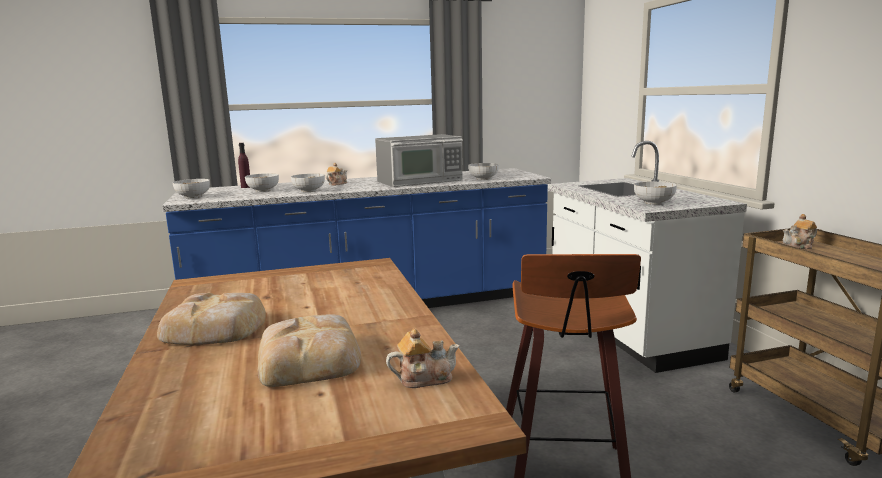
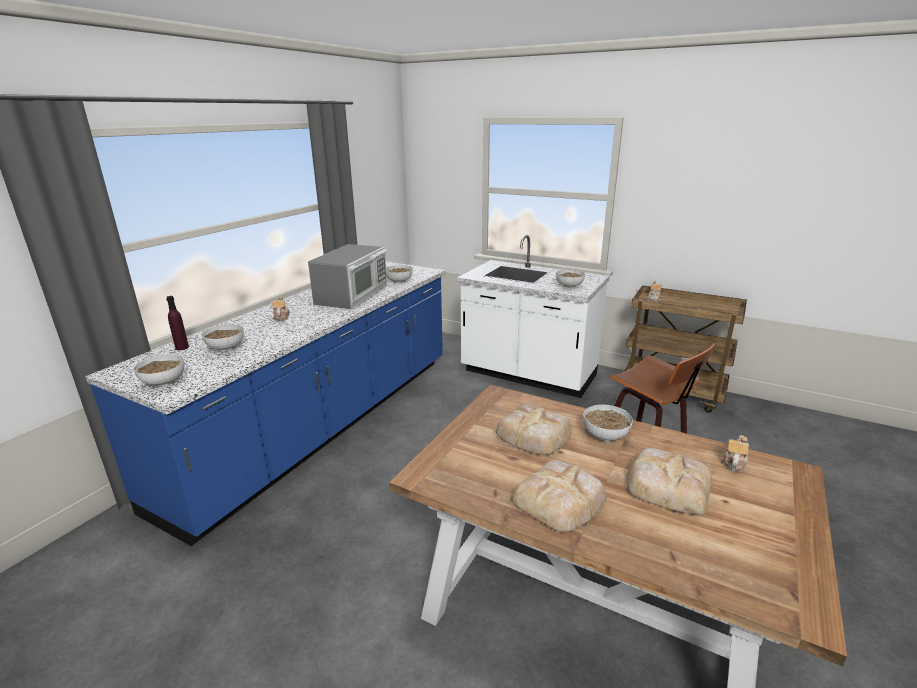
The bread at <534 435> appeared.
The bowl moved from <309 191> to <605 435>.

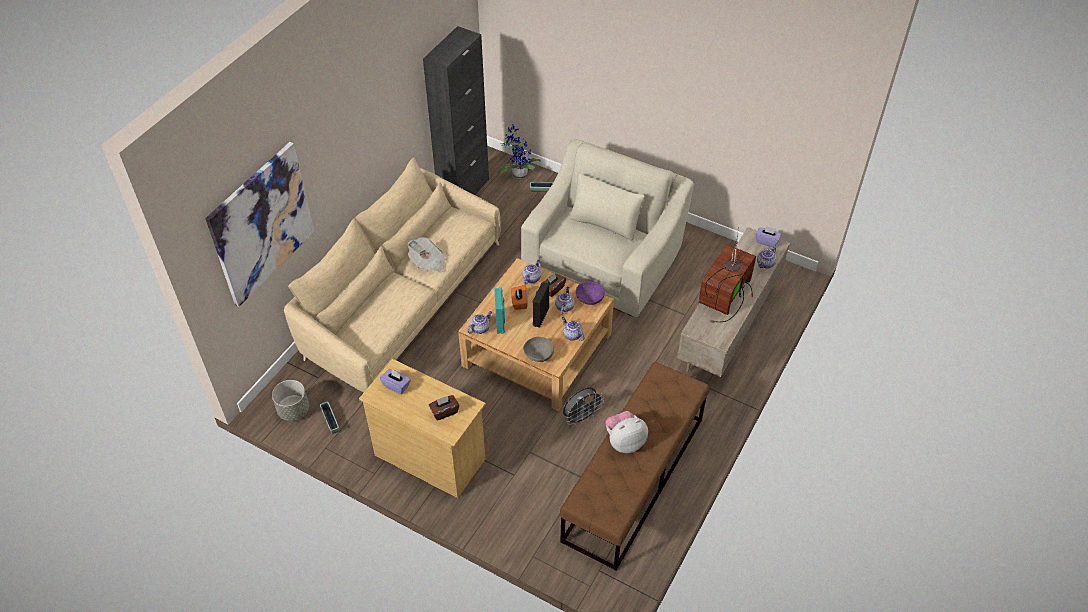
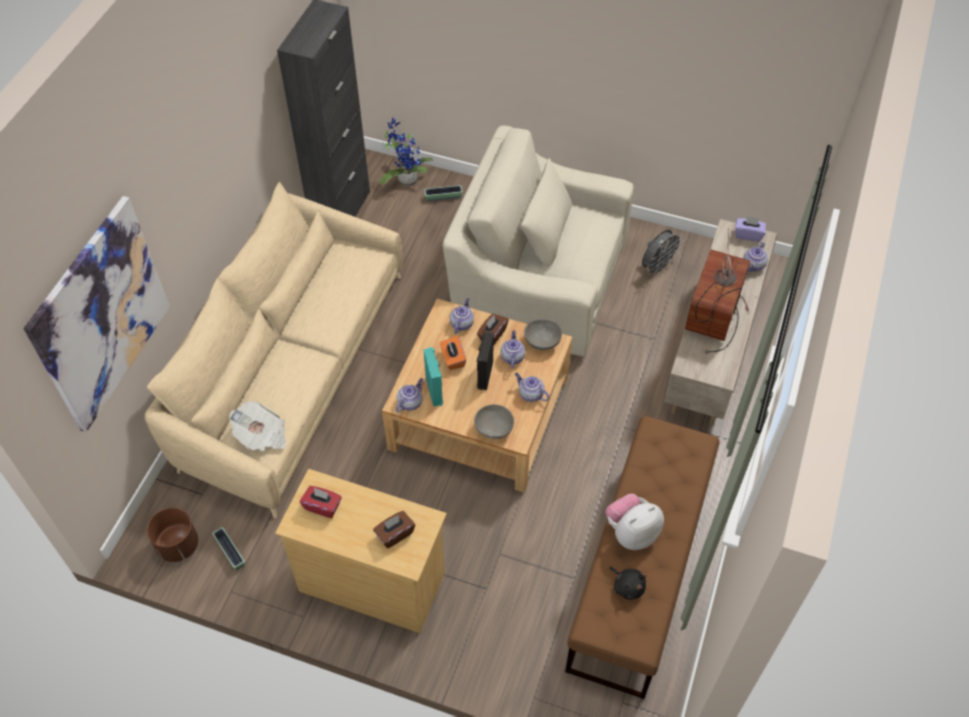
The planter (grey) at <293 410> became the planter (brown) at <177 545>.
The newspaper moved from <428 262> to <262 436>.
The tissue box (purple) at <396 385> became the tissue box (red) at <322 506>.
The armchair (beige) at <603 261> turned 90 degrees counterclockwise.
The bowl (purple) at <589 299> became the bowl (grey) at <541 342>.
The plush toy (black) at <627 586> appeared.
The fan (grey) moved from <581 417> to <657 267>.

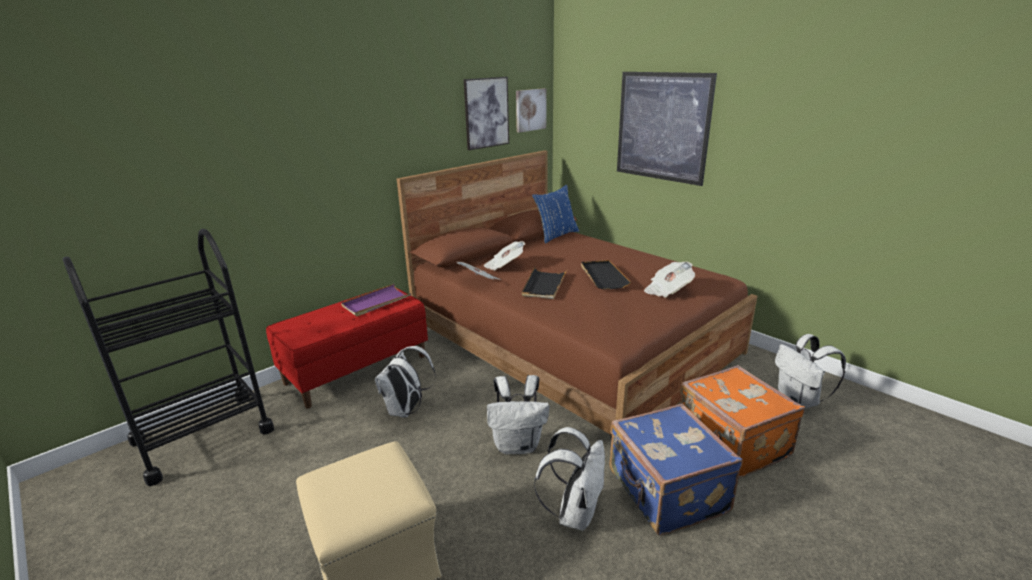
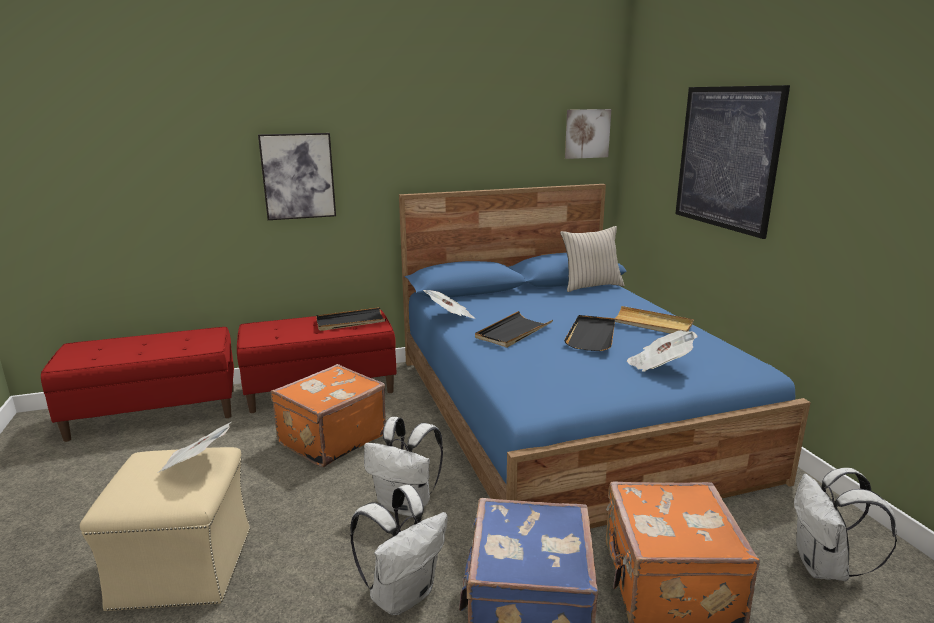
The cart (black) at <203 436> was replaced by the bench (red) at <155 413>.
The newspaper moved from <504 266> to <198 464>.
The picture moved from <486 113> to <298 176>.
The backpack (white) at <406 410> was replaced by the suitcase (orange) at <330 438>.
The tray (purple) at <376 302> became the tray (black) at <350 322>.
The bed (brown) at <570 339> became the bed (blue) at <563 412>.
The pillow (blue) at <556 236> became the pillow (beige) at <590 286>.
The tray (beige) at <651 324> appeared.

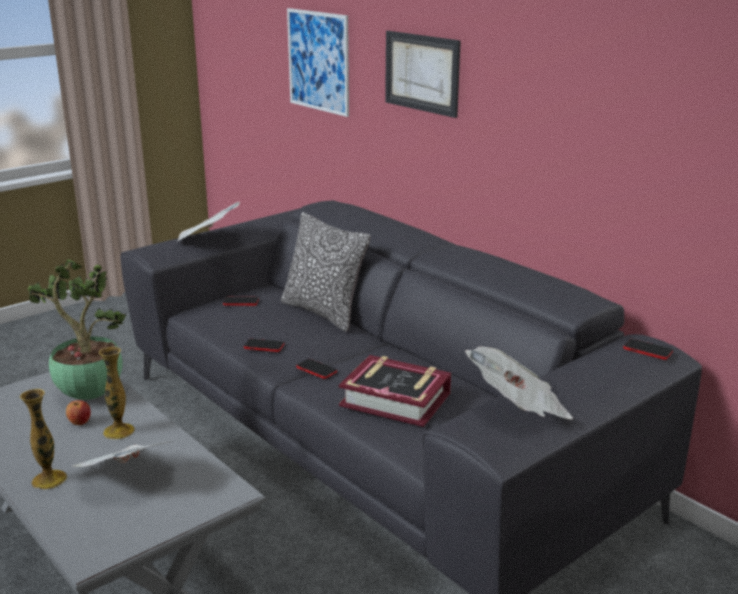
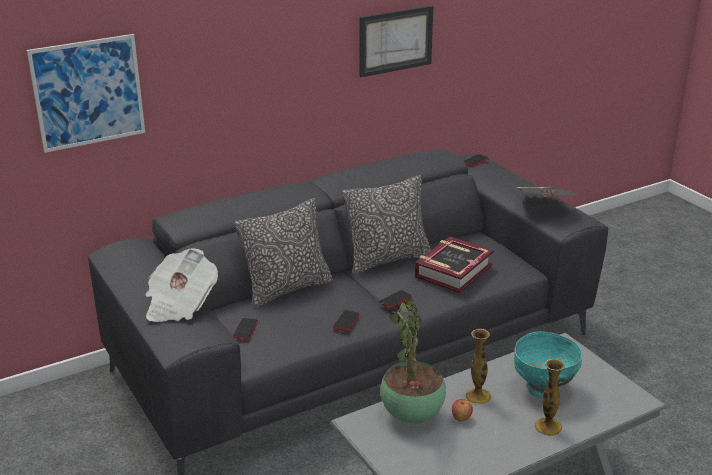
The pillow at <387 259> appeared.
The picture moved from <422 72> to <395 40>.
The newspaper at <125 476> was replaced by the bowl (turquoise) at <543 390>.

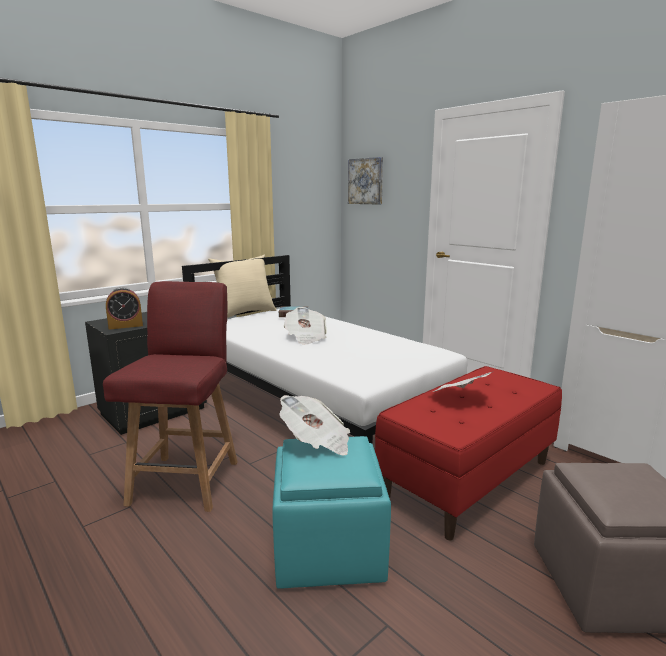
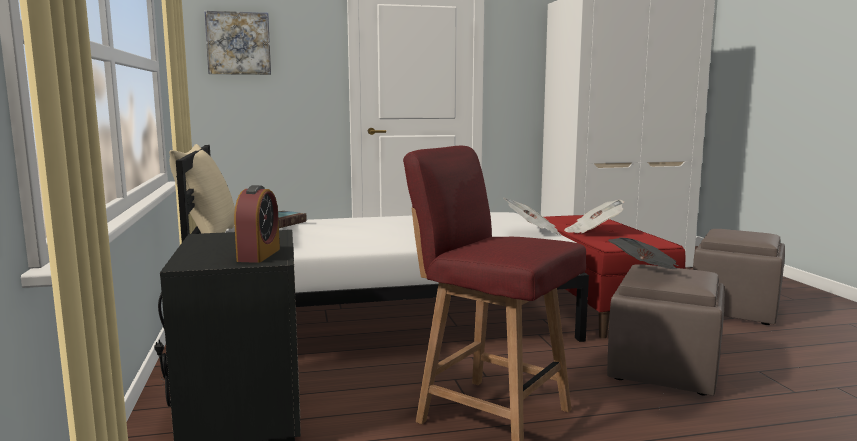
The newspaper moved from <306 337> to <533 232>.
The ottoman (turquoise) at <330 550> became the ottoman (brown) at <664 370>.

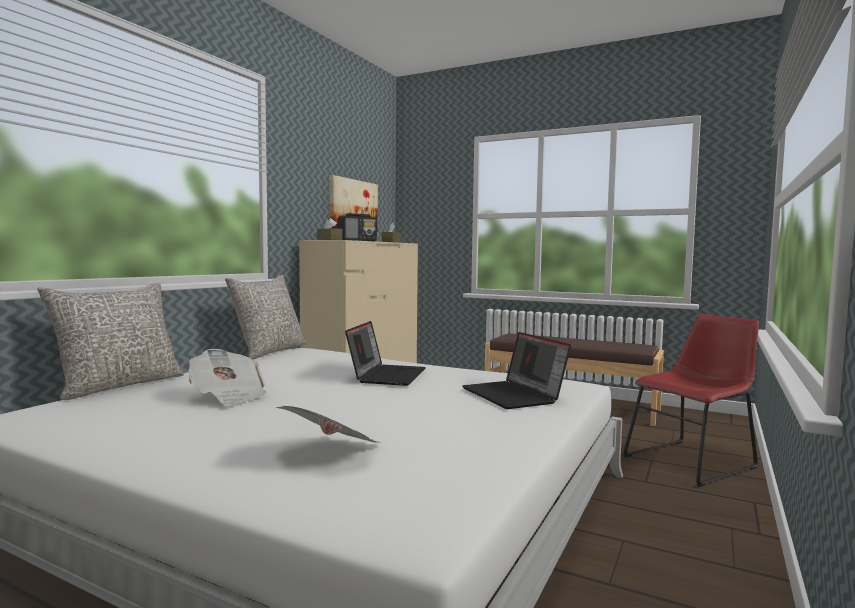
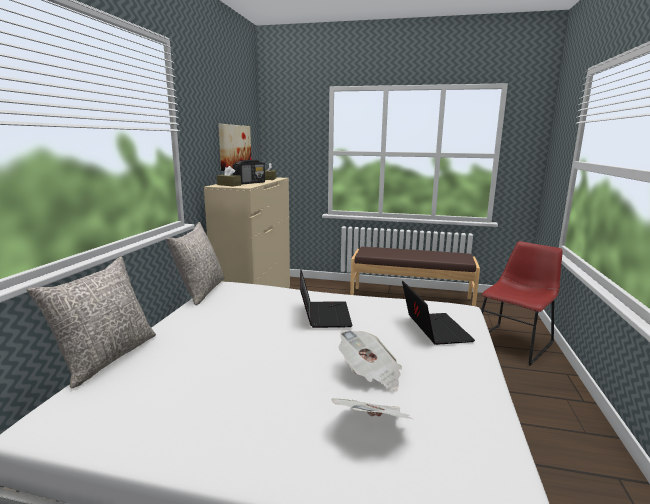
The newspaper moved from <228 397> to <370 374>.
The laptop at <514 395> turned 150 degrees counterclockwise.

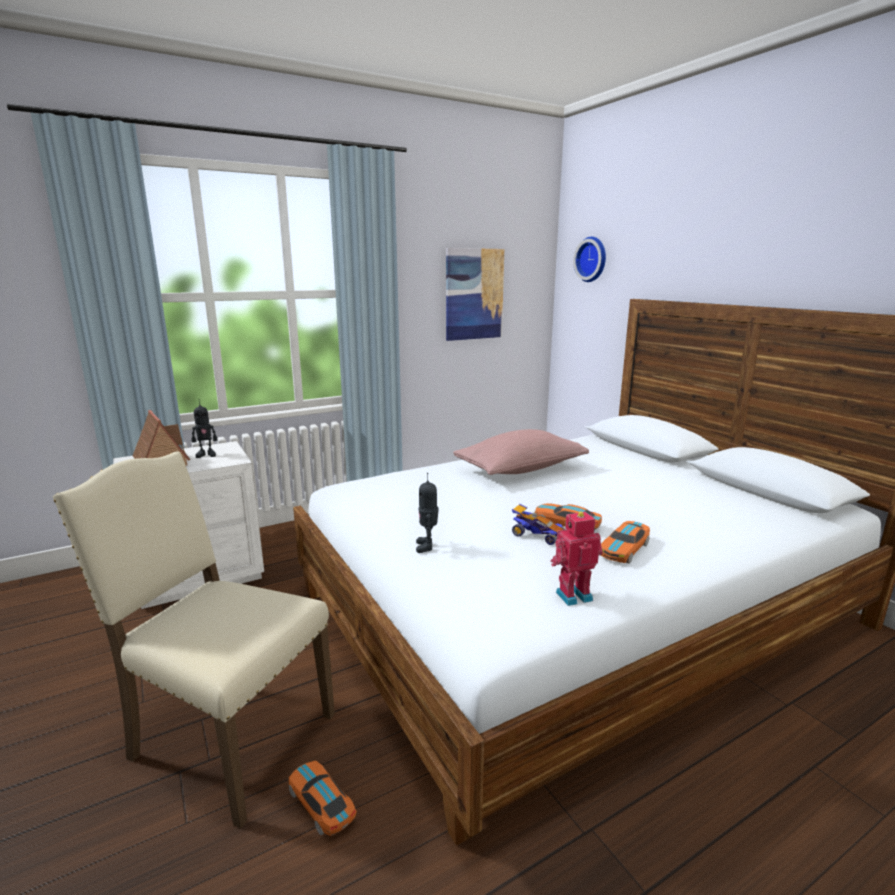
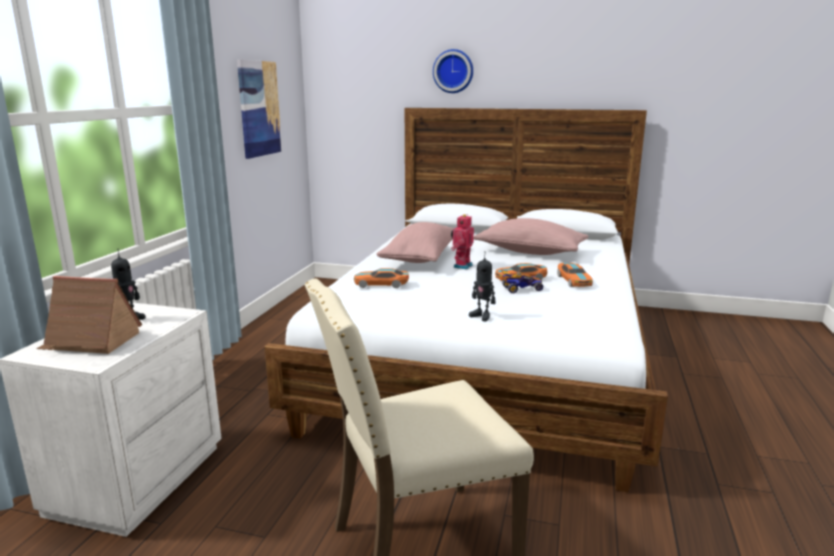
The toy car moved from <321 803> to <381 284>.
The wall clock moved from <592 259> to <453 71>.
The toy robot moved from <572 595> to <461 266>.
The pillow (pink) at <530 252> appeared.

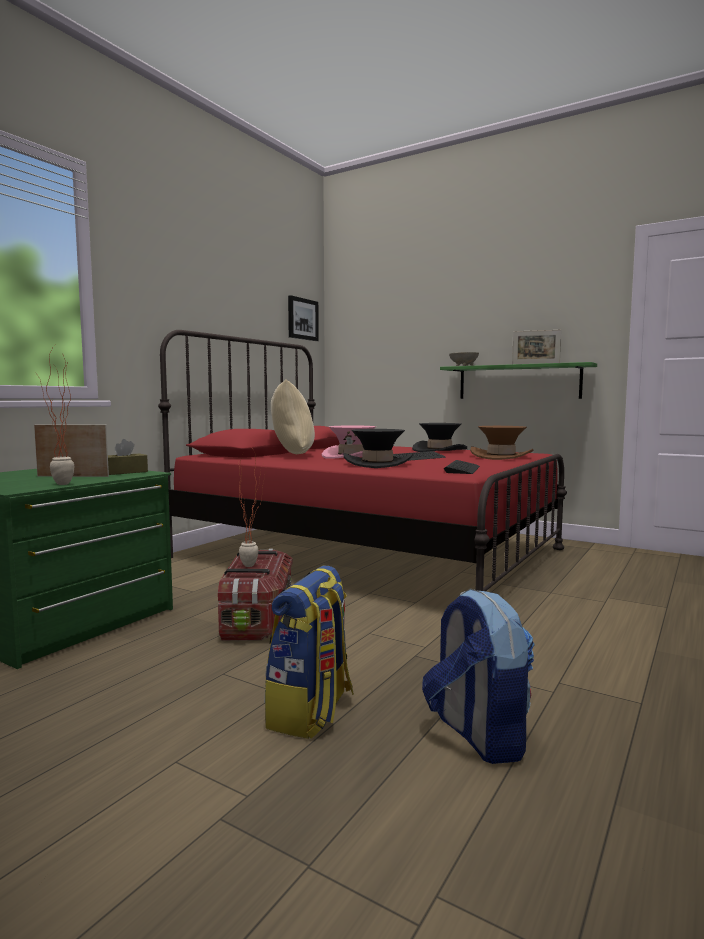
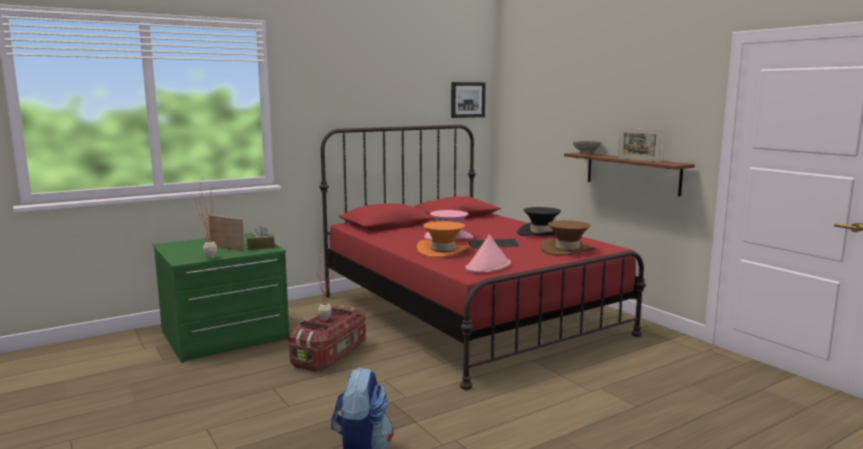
The hat (black) at <377 464> became the hat (orange) at <443 251>.
The keyboard at <462 469> was replaced by the hat (pink) at <488 267>.
The shelf (green) at <518 382> became the shelf (brown) at <632 173>.
The backpack at <311 712> disappeared.
The pillow (beige) at <291 455> disappeared.

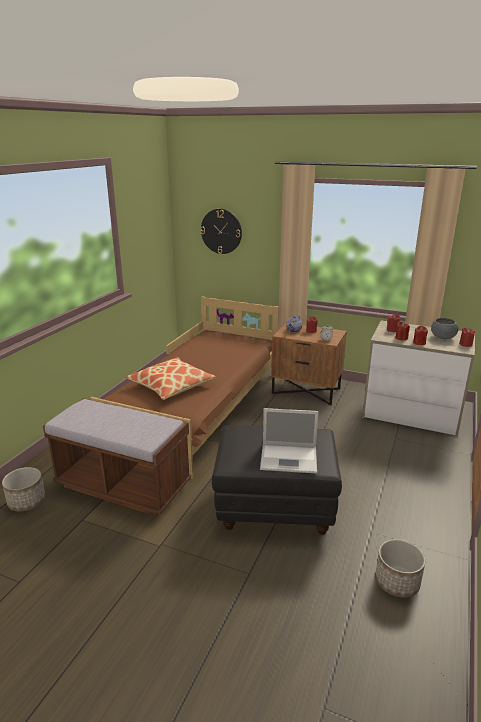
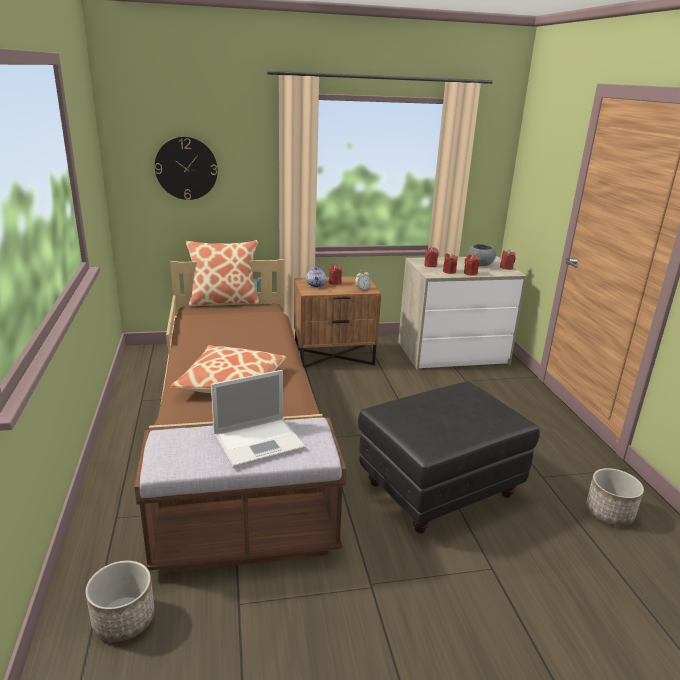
The pillow at <224 301> appeared.
The laptop moved from <290 458> to <260 441>.

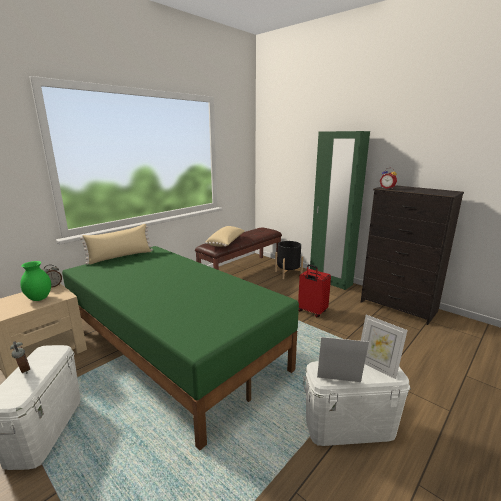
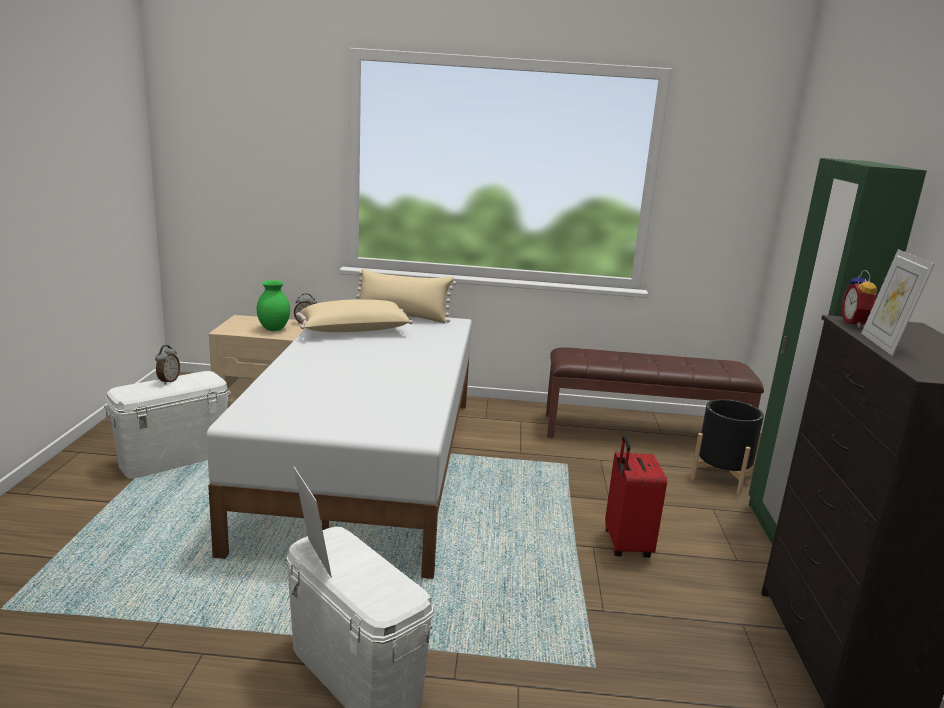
The bed (green) at <174 347> became the bed (white) at <369 465>.
The pillow (beige) moved from <227 243> to <354 332>.
The picture frame moved from <377 367> to <883 344>.

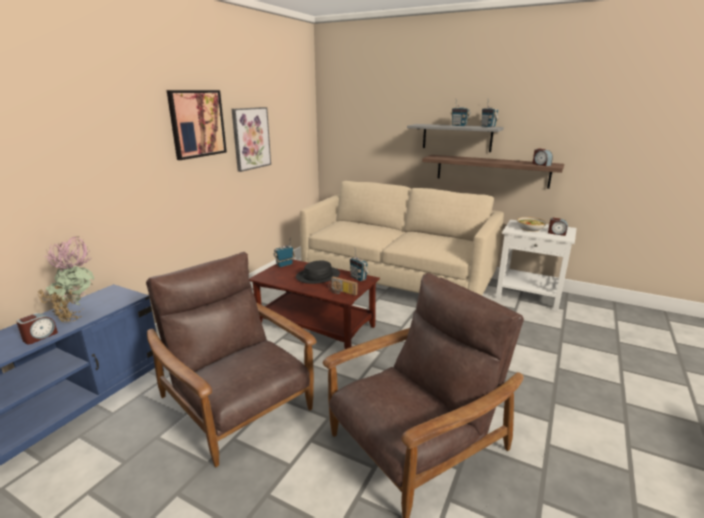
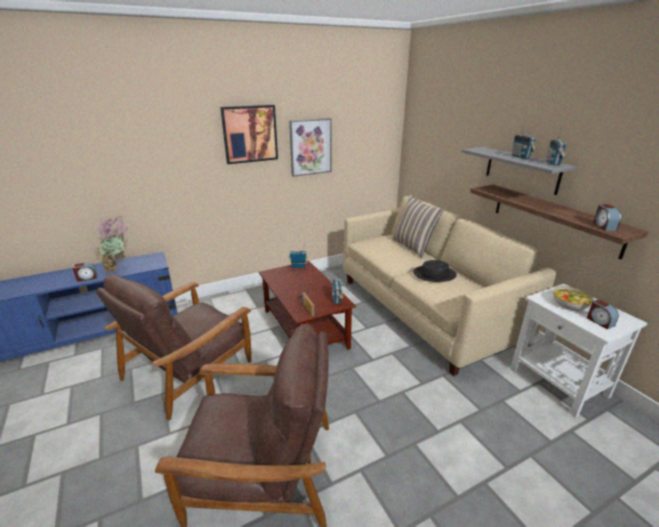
The armchair (brown) at <237 404> turned 135 degrees counterclockwise.
The pillow at <413 247> appeared.
The hat (black) moved from <318 276> to <434 274>.

